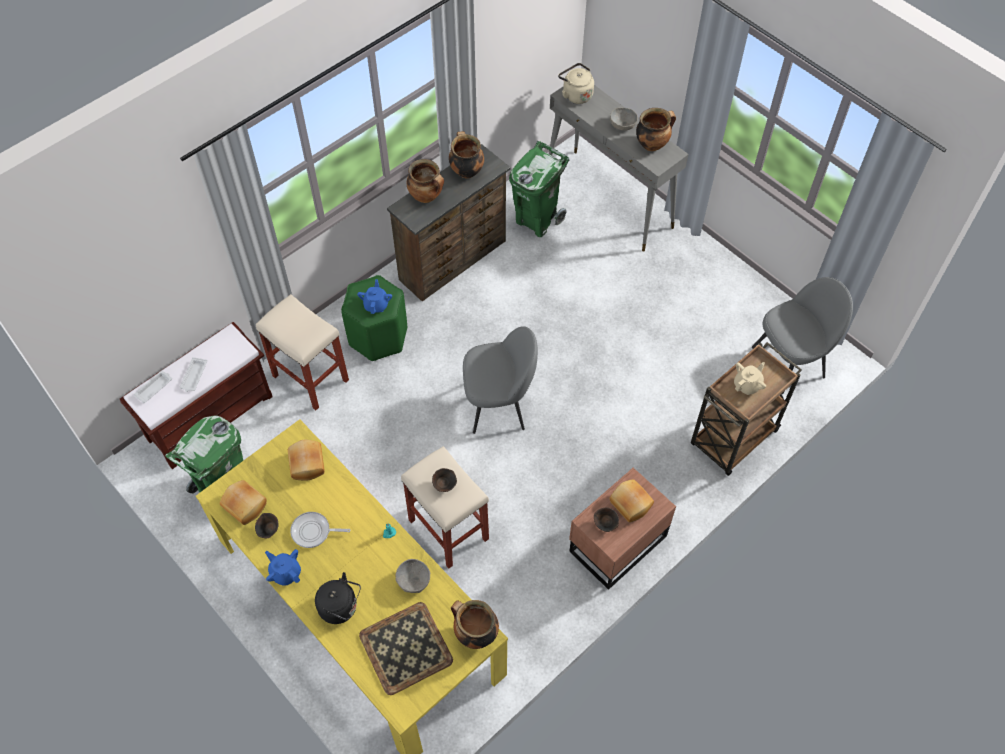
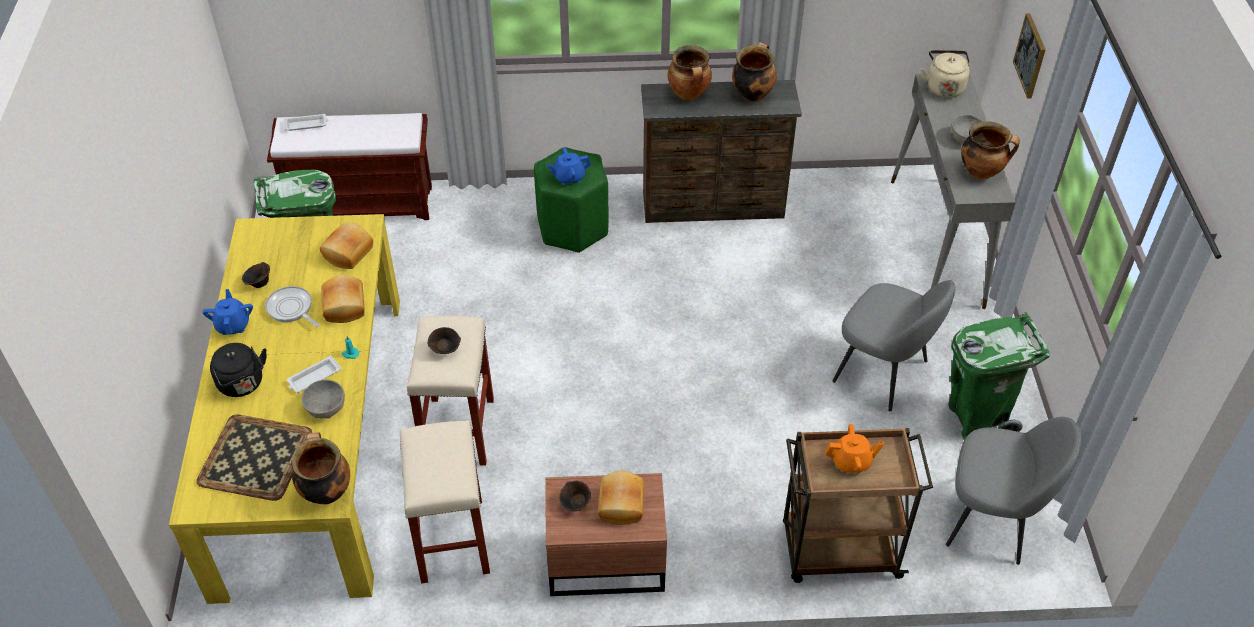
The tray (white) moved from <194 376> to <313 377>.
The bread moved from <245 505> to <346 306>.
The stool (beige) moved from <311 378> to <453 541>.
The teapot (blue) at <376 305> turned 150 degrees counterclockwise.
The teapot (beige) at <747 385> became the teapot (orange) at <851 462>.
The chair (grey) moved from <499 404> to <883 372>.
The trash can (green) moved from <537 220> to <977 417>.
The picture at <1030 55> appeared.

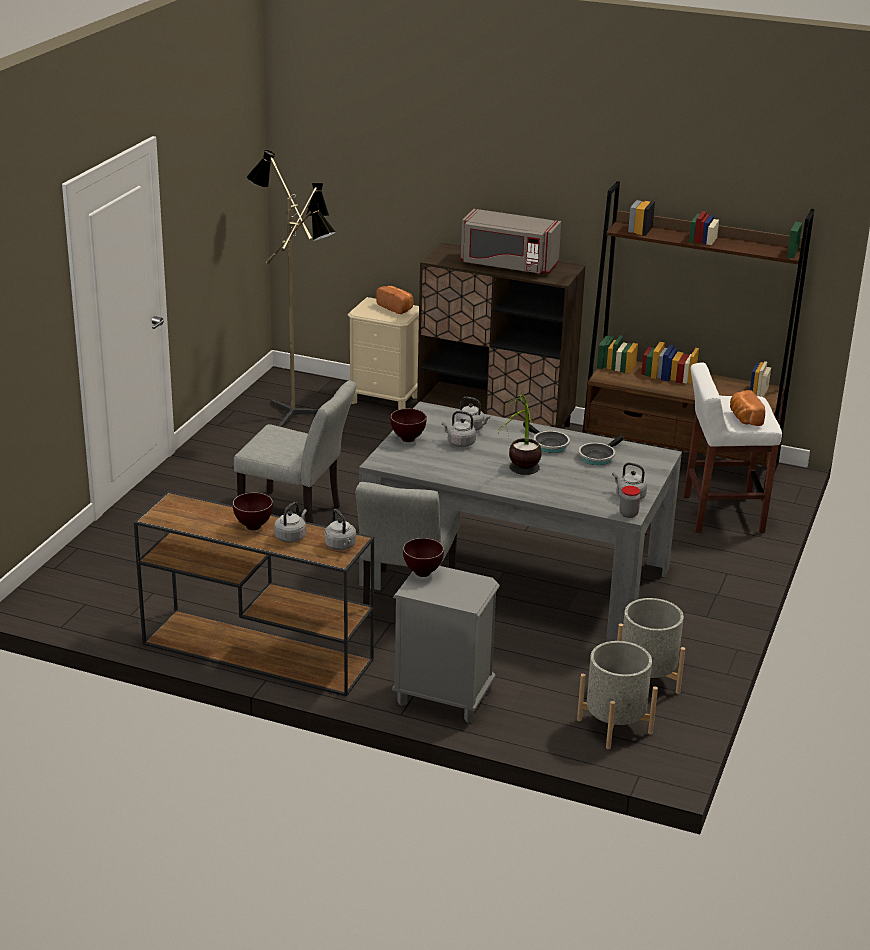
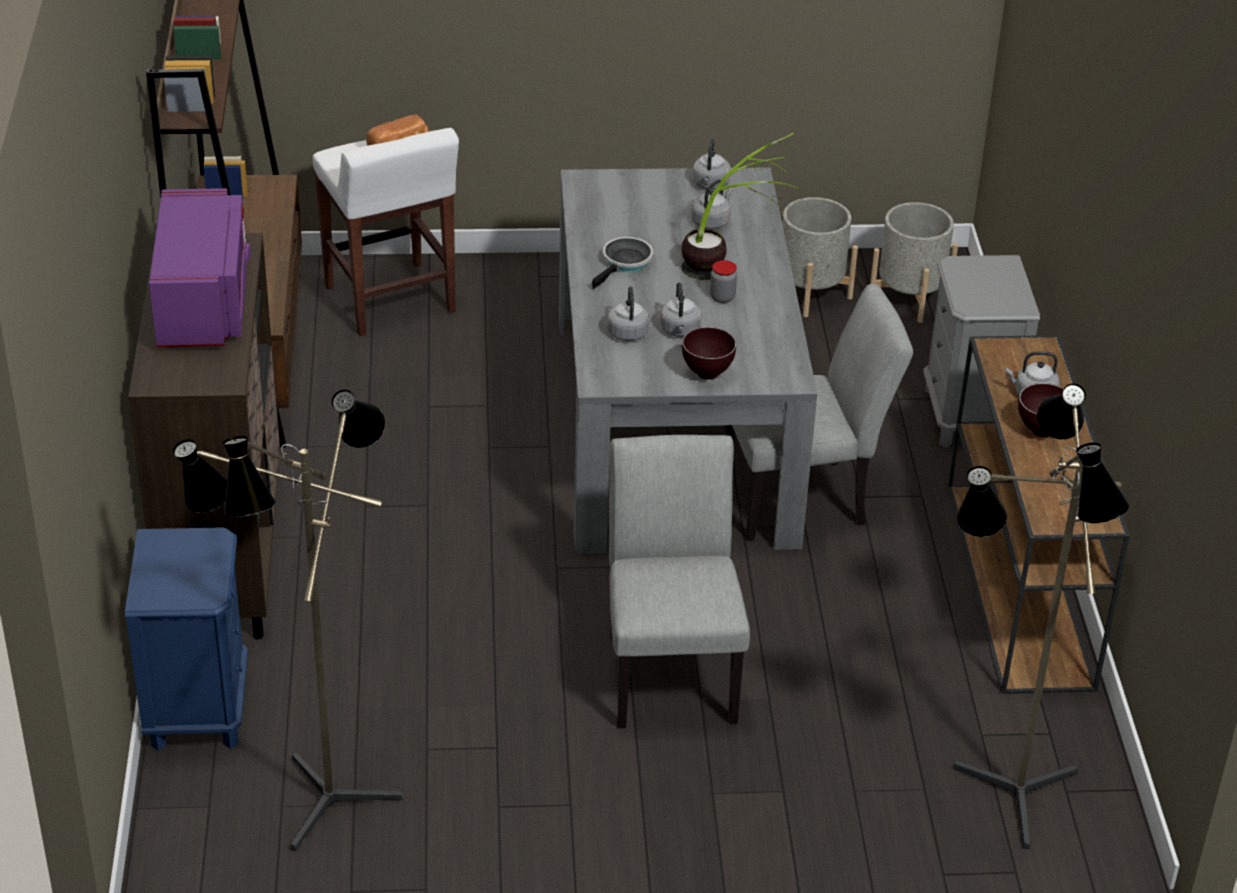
The nightstand (beige) at <385 399> became the nightstand (blue) at <197 707>.
The microwave (grey) at <508 265> became the microwave (purple) at <203 303>.
The kettle (grey) moved from <341 546> to <712 221>.
The jar moved from <628 514> to <722 297>.
The floor lamp at <1003 796> appeared.
The bread at <396 308> disappeared.
The bowl (brown) at <421 573> disappeared.
The frying pan at <598 457> disappeared.

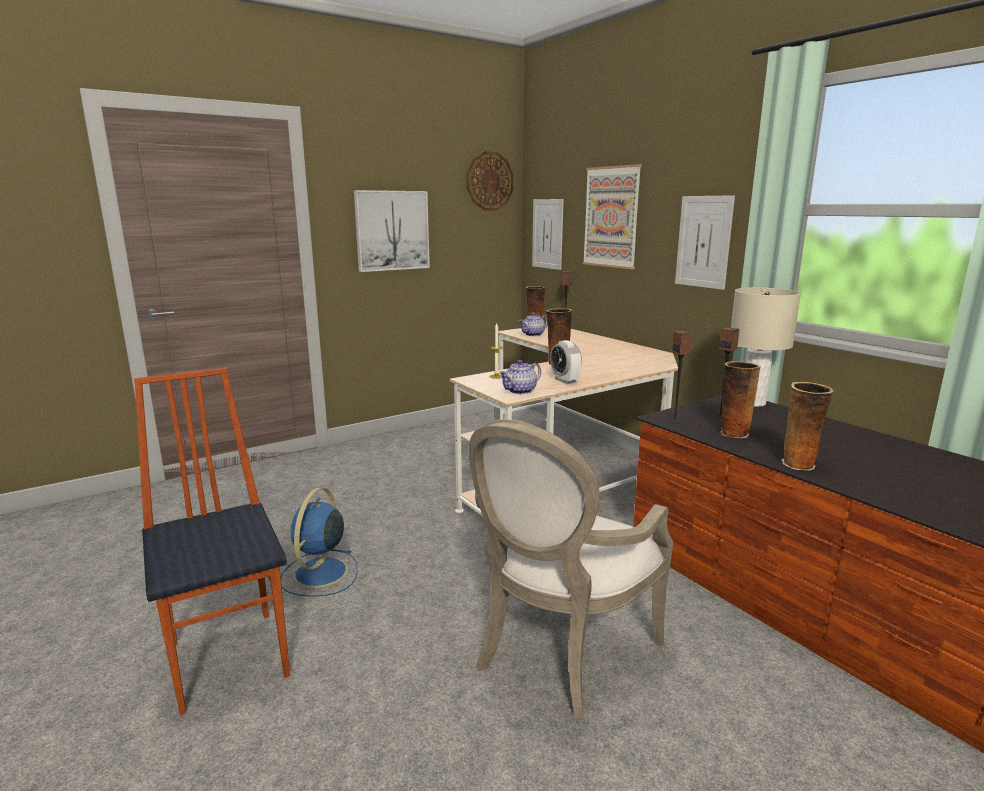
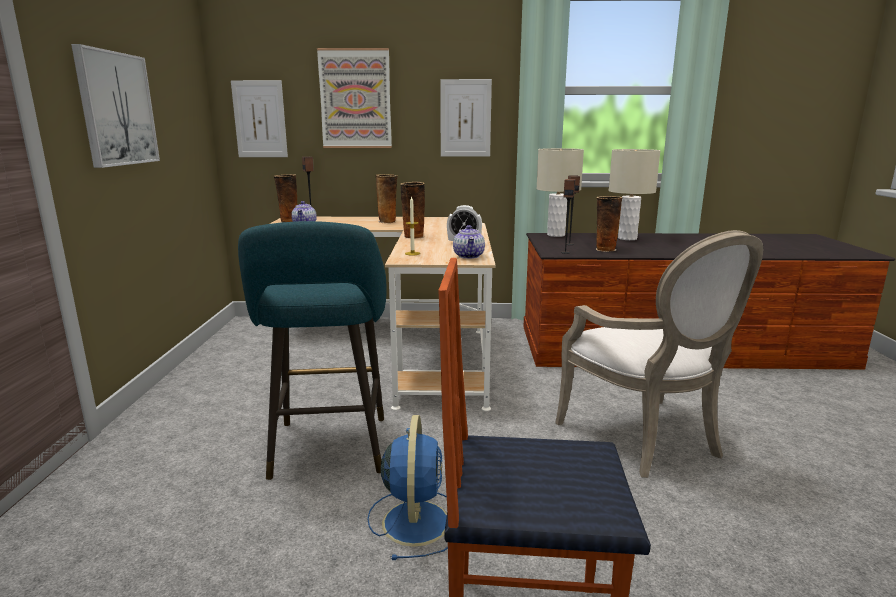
The stool (turquoise) at <329 451> appeared.
The fan (blue) at <319 574> turned 135 degrees counterclockwise.
The vase moved from <799 464> to <388 222>.
The table lamp (beige) at <627 238> appeared.
The wall clock at <489 181> disappeared.

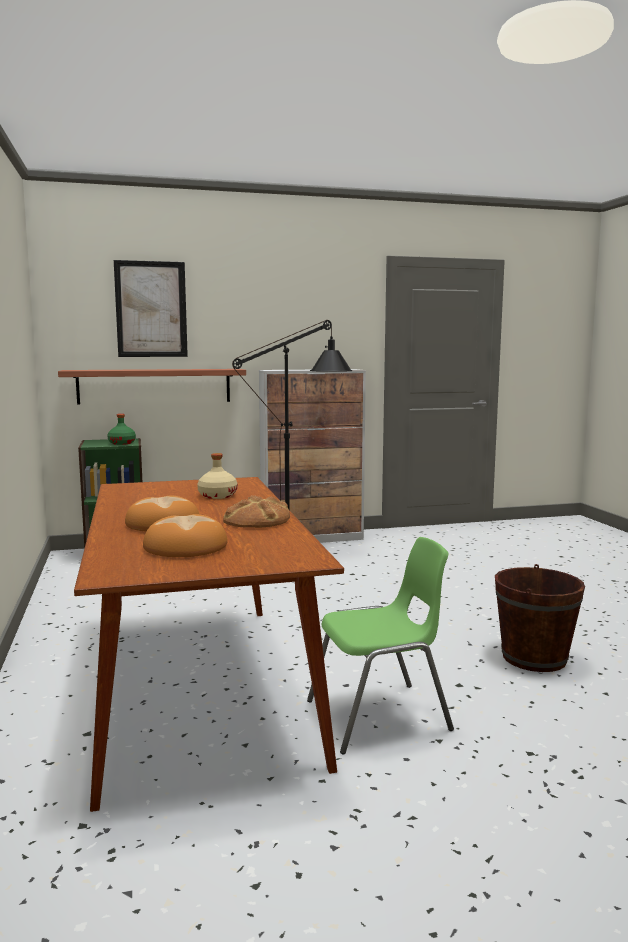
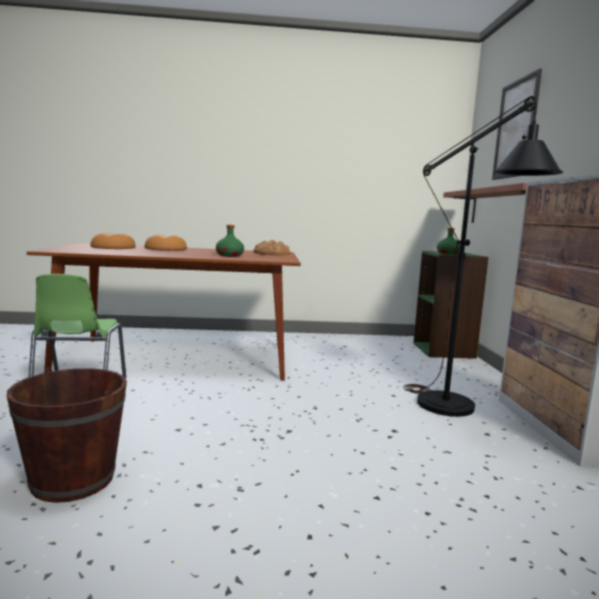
The bottle (beige) at <217 496> became the bottle (green) at <230 255>.
The bread moved from <257 520> to <272 253>.

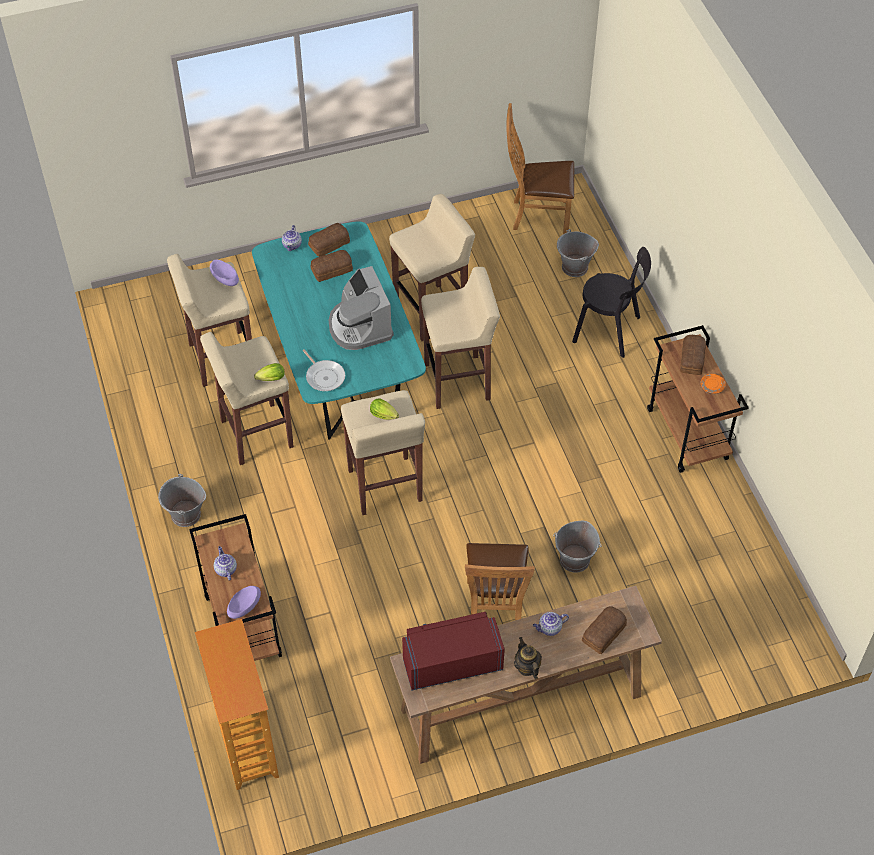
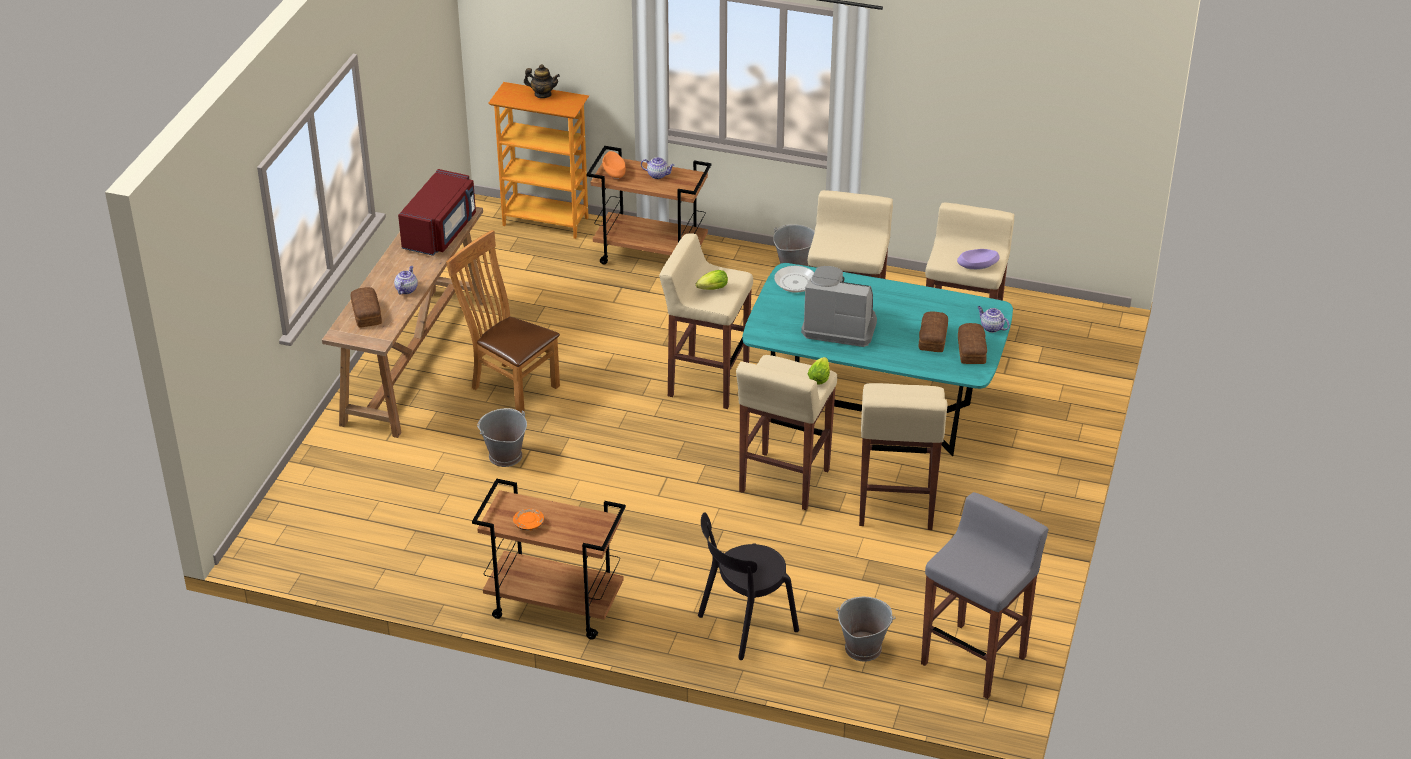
The teapot moved from <527 667> to <542 94>.
The bowl (purple) at <244 606> became the bowl (orange) at <614 172>.
The lettuce moved from <269 379> to <820 377>.
The chair (brown) at <536 215> was replaced by the stool (grey) at <974 660>.
The bread at <692 359> disappeared.

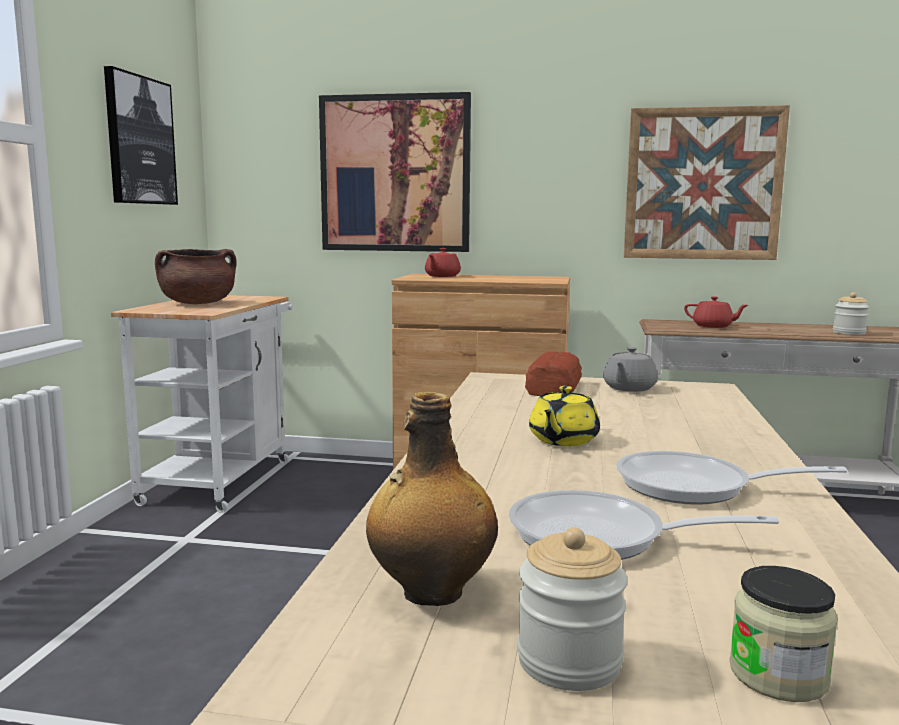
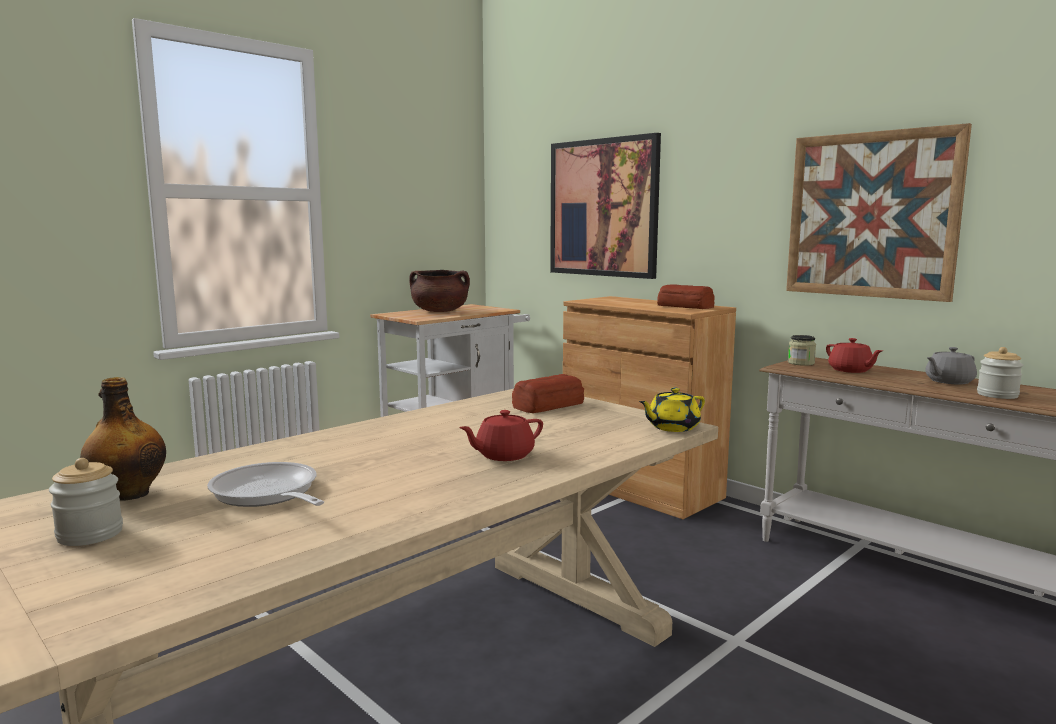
The teapot (red) moved from <442 276> to <503 455>.
The teapot (yellow) moved from <562 440> to <672 427>.
The bread at <684 306> appeared.
The jar moved from <778 675> to <801 363>.
The teapot (grey) moved from <628 388> to <948 381>.
The picture at <139 140> disappeared.
The frying pan at <695 487> disappeared.

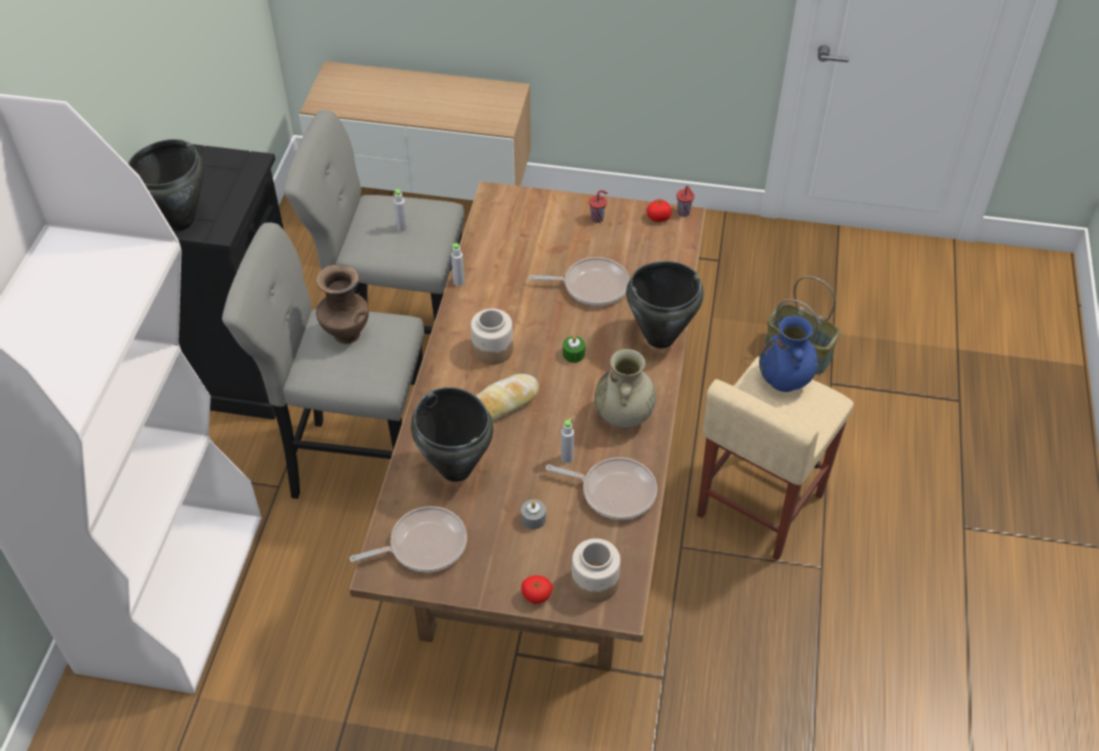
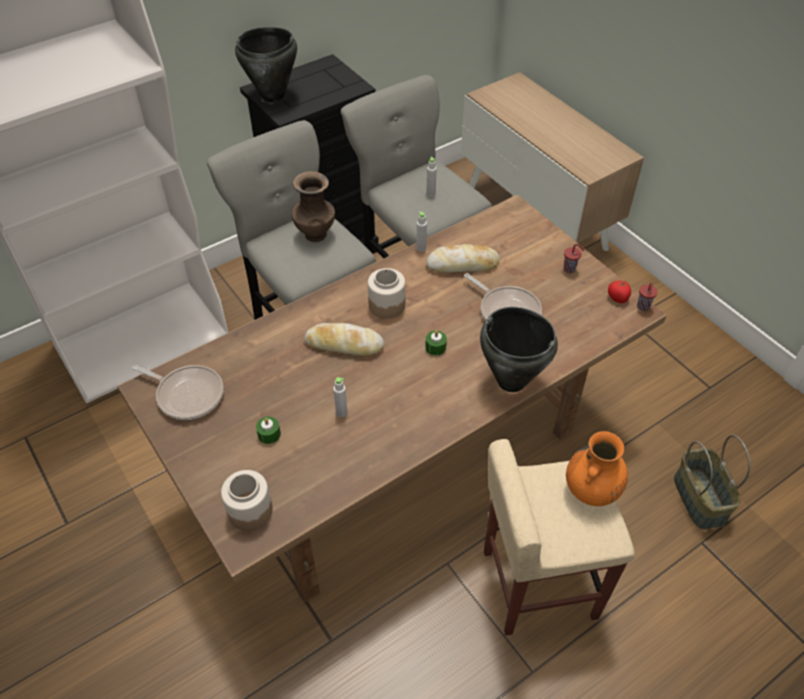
The candle (grey) at <533 519> became the candle (green) at <269 434>.
The bread at <462 264> appeared.
The vase (blue) at <784 381> became the vase (orange) at <591 491>.
The cooking pot (black) at <456 468> disappeared.
The tomato at <536 596> disappeared.
The frying pan at <614 491> disappeared.
The vase (beige) at <624 417> disappeared.

